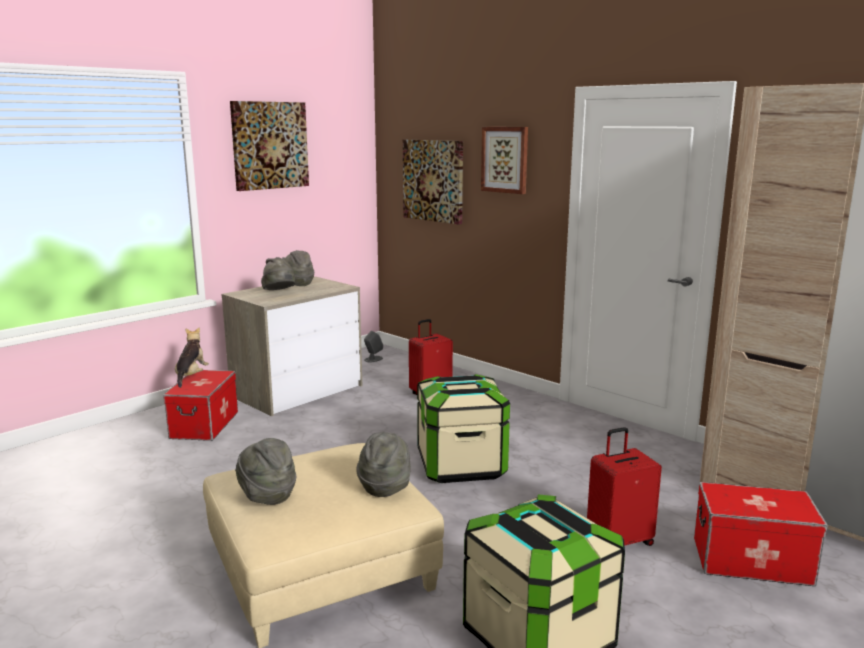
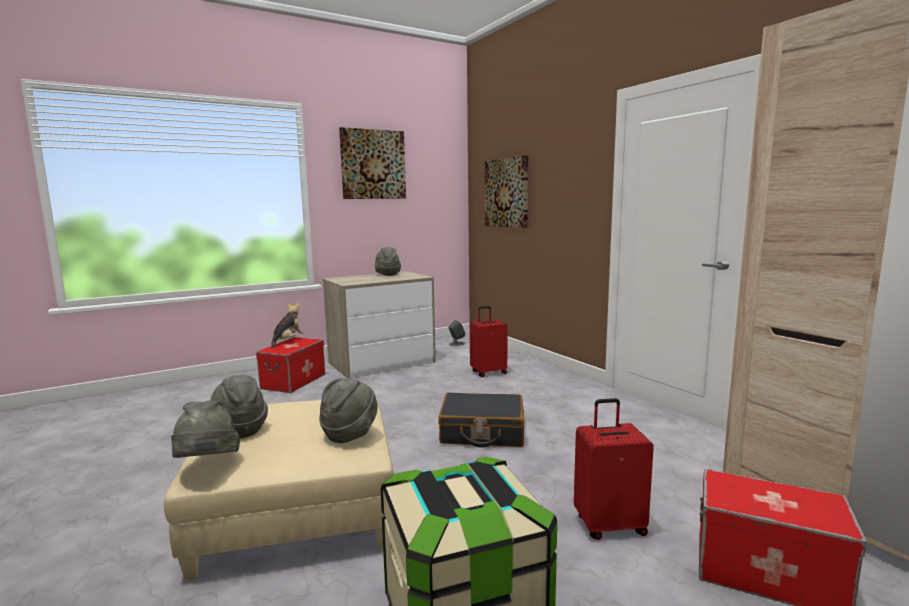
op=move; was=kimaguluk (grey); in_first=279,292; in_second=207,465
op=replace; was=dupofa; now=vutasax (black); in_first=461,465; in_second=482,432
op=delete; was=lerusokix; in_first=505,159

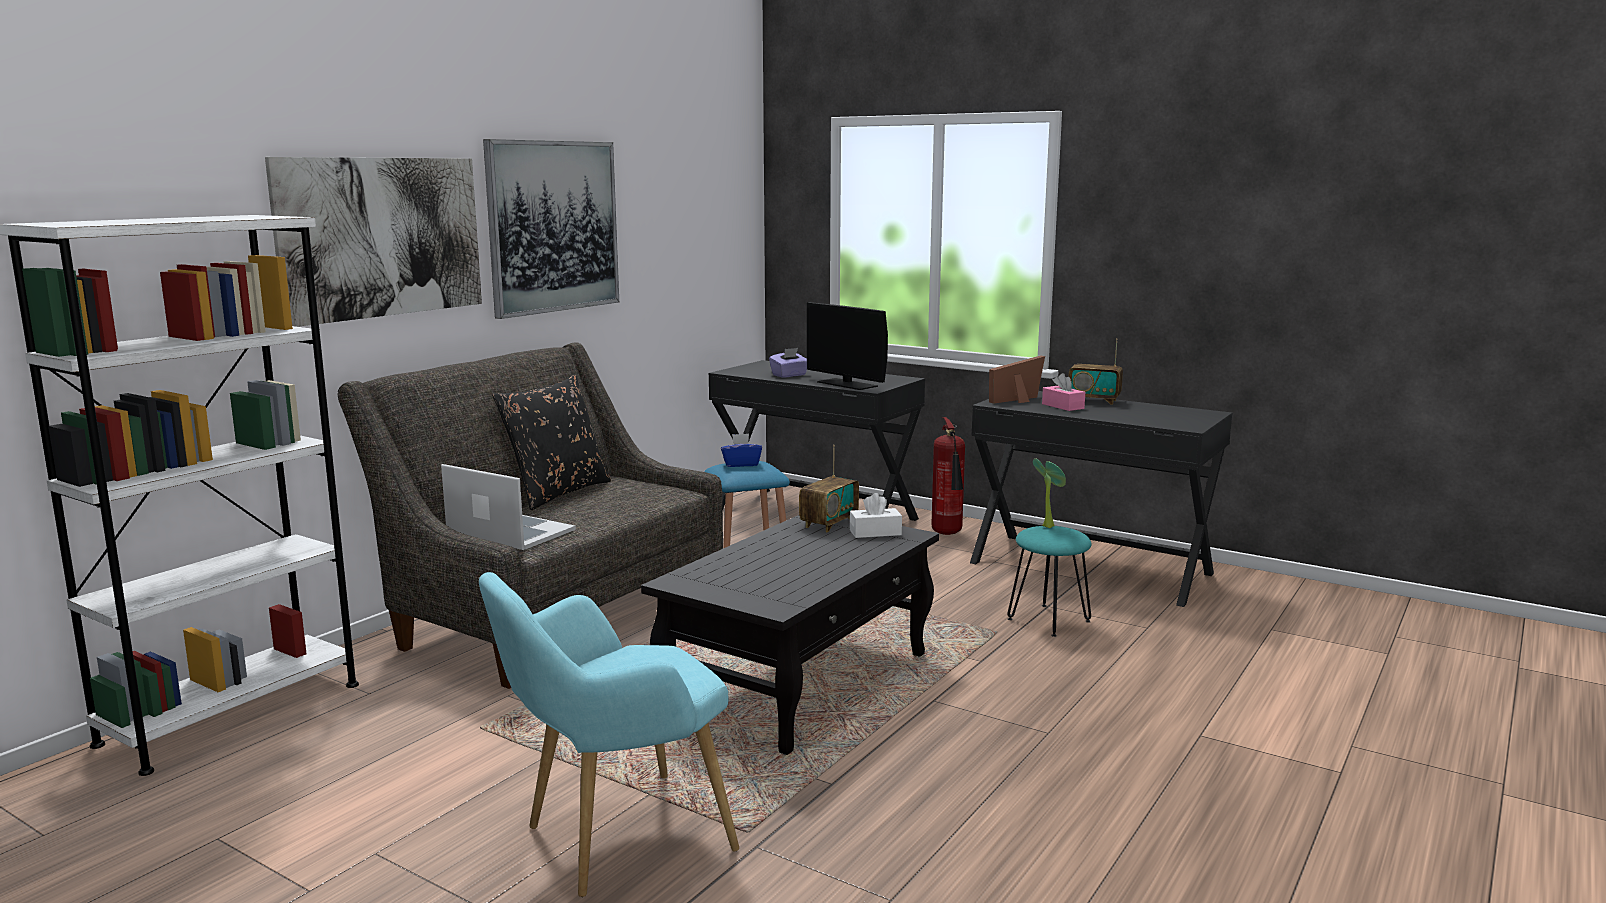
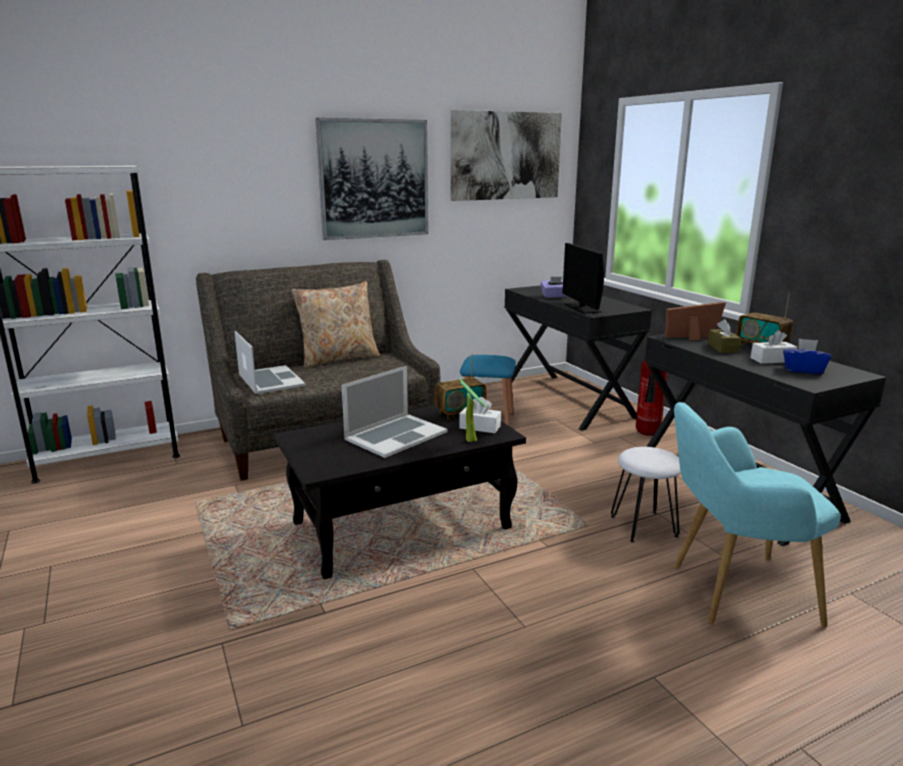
op=move; was=lerusokix; in_first=382,237; in_second=506,156
op=move; was=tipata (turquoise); in_first=615,840; in_second=732,592
op=recolor; was=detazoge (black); now=detazoge (beige); in_first=557,492; in_second=338,358
op=move; was=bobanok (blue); in_first=741,464; in_second=803,370
op=recolor; was=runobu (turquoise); now=runobu (white); in_first=1048,620; in_second=643,526
op=move; was=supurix; in_first=1048,526; in_second=472,439
op=recolor; was=bobanok (pink); now=bobanok (brown); in_first=1063,406; in_second=722,348
op=insert; now=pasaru; in_second=395,435
op=insert; now=bobanok (white); in_second=772,360

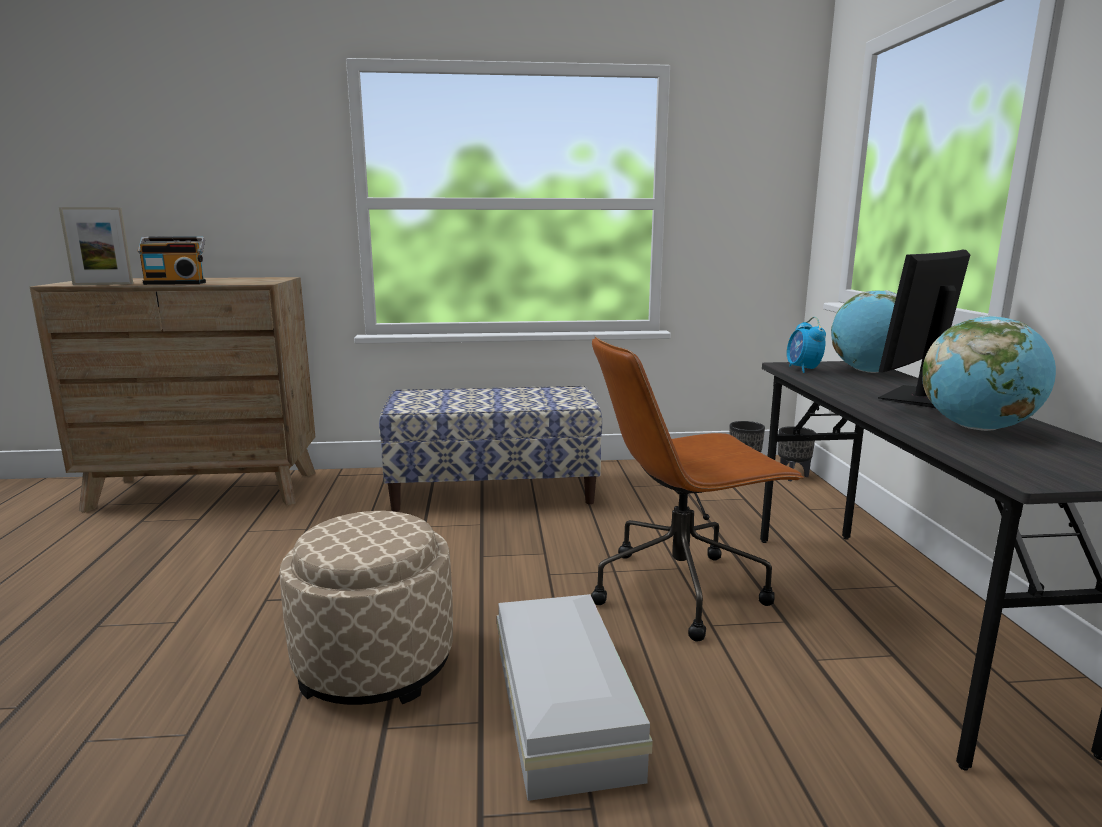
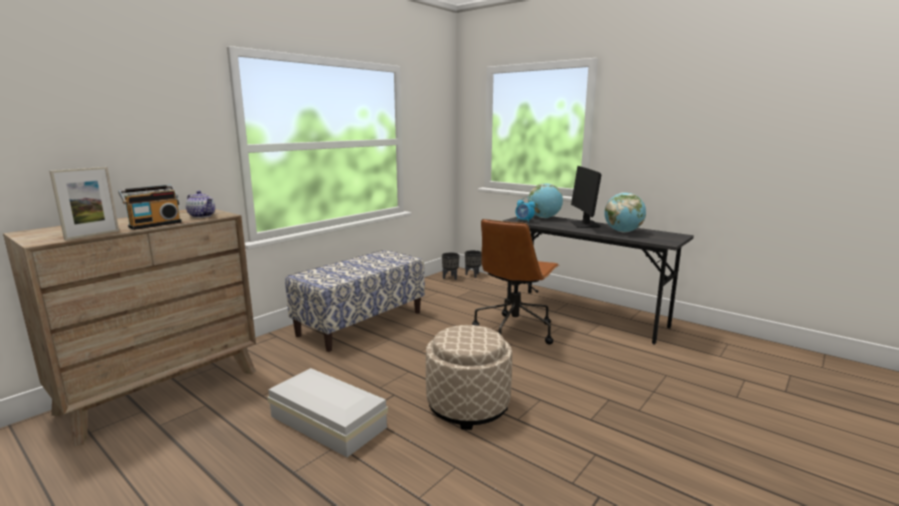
op=move; was=dupofa (white); in_first=561,711; in_second=328,423
op=insert; now=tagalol; in_second=202,216

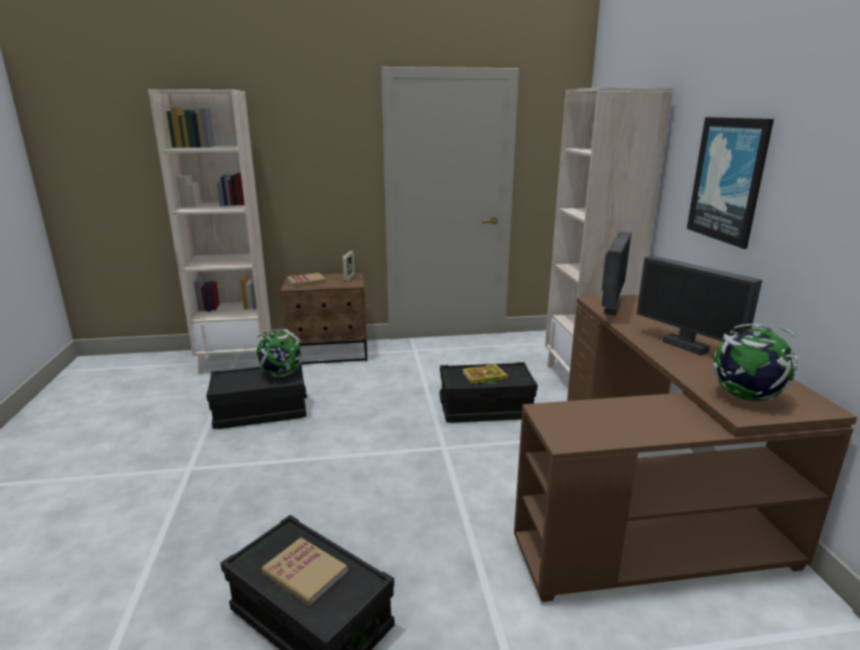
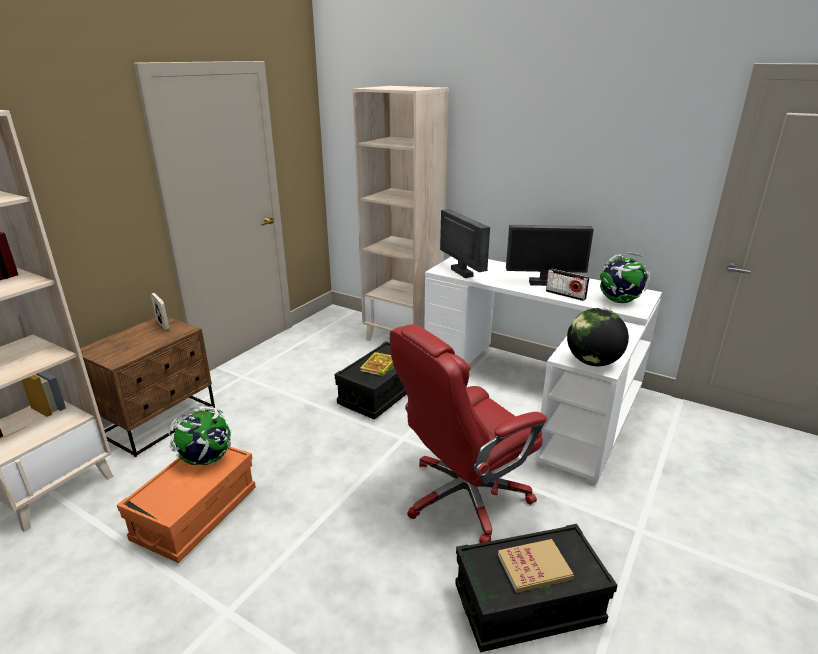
op=recolor; was=dupofa (black); now=dupofa (orange); in_first=261,411; in_second=196,514
op=delete; was=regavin; in_first=306,282
op=recolor; was=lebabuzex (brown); now=lebabuzex (white); in_first=648,491; in_second=540,391
op=delete; was=lerusokix; in_first=728,180
op=insert; now=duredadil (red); in_second=463,497
op=insert; now=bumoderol; in_second=565,295
op=insert; now=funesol; in_second=593,362

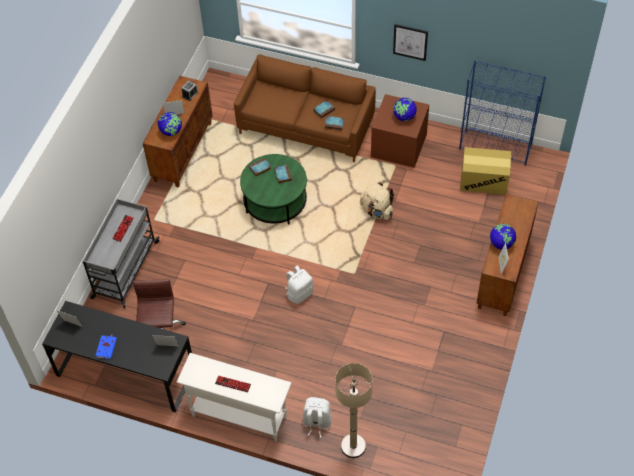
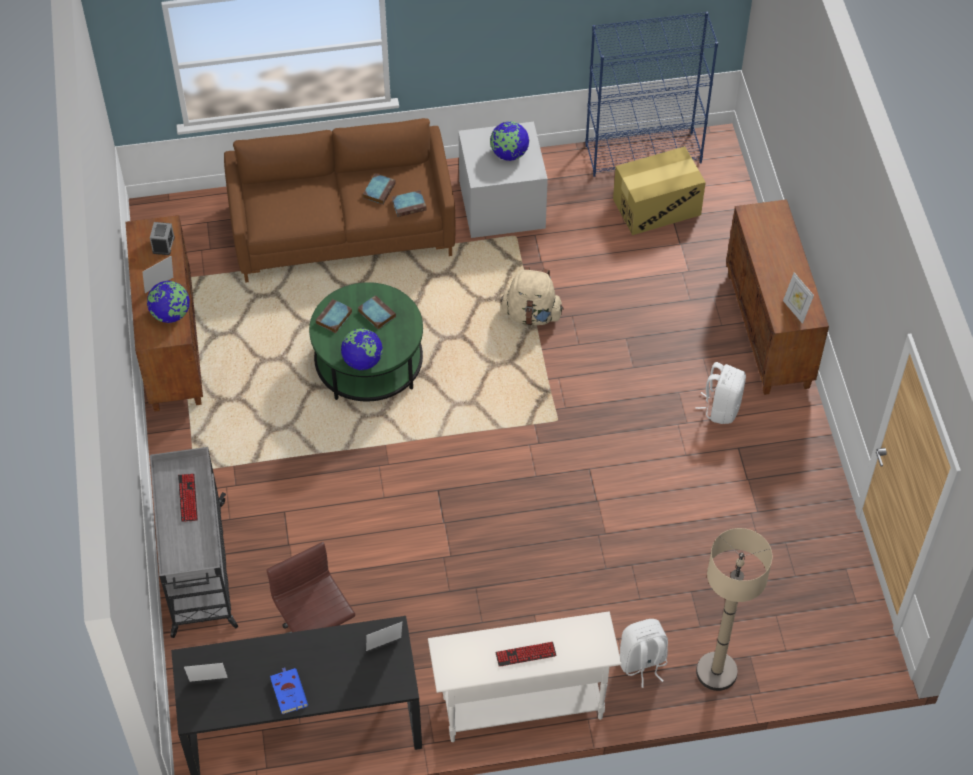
op=move; was=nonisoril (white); in_first=299,293; in_second=721,407
op=recolor; was=dupofa (brown); now=dupofa (grey); in_first=399,146; in_second=503,205
op=delete; was=lerusokix; in_first=410,42
op=move; was=funesol; in_first=501,244; in_second=362,361

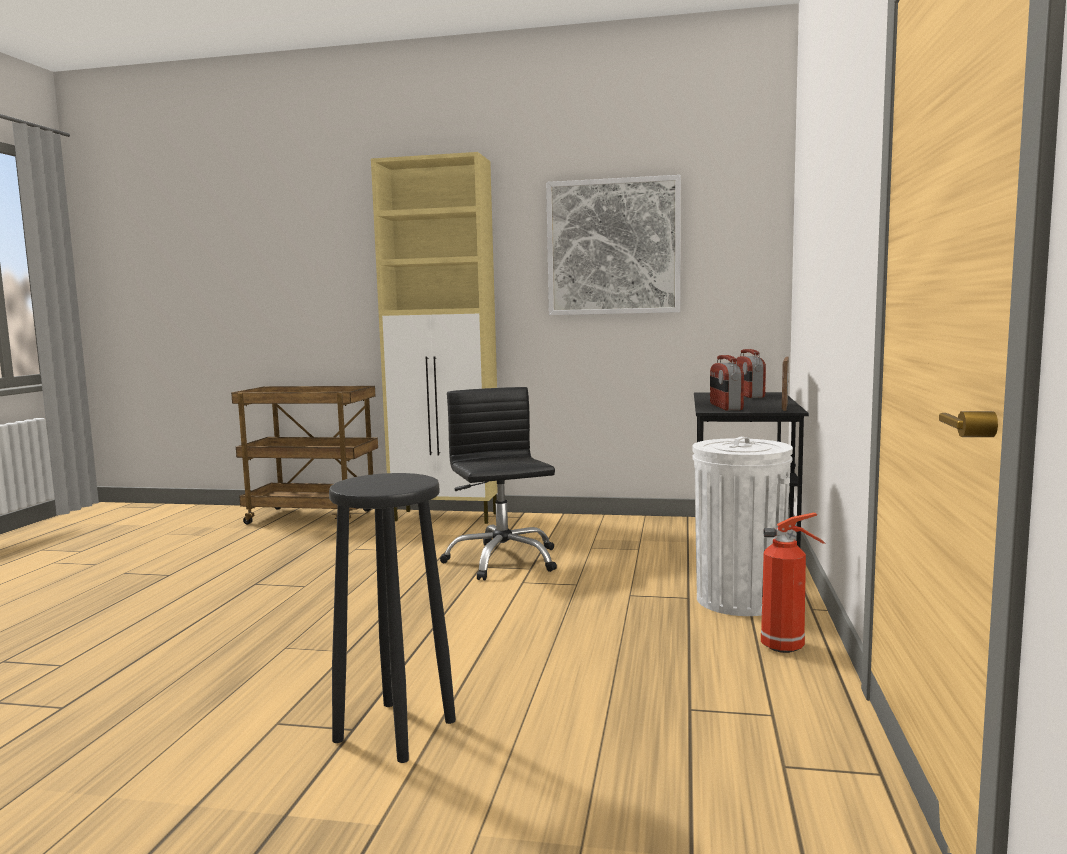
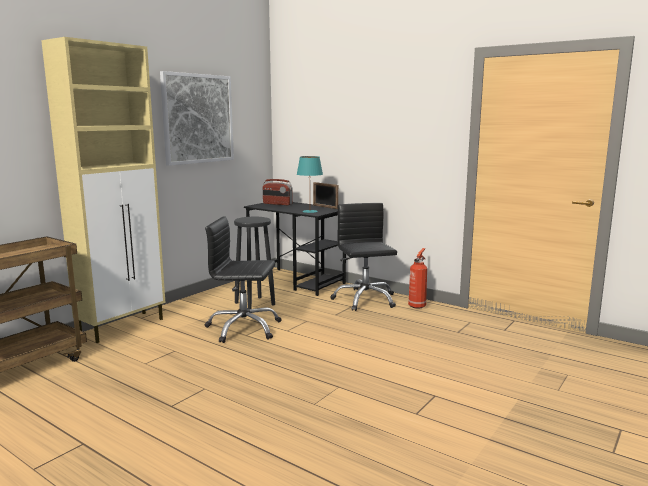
op=move; was=runobu (black); in_first=396,730; in_second=254,303
op=replace; was=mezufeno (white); now=duredadil (black); in_first=739,600; in_second=364,300
op=replace; was=bumoderol; now=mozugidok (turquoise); in_first=725,407; in_second=310,211

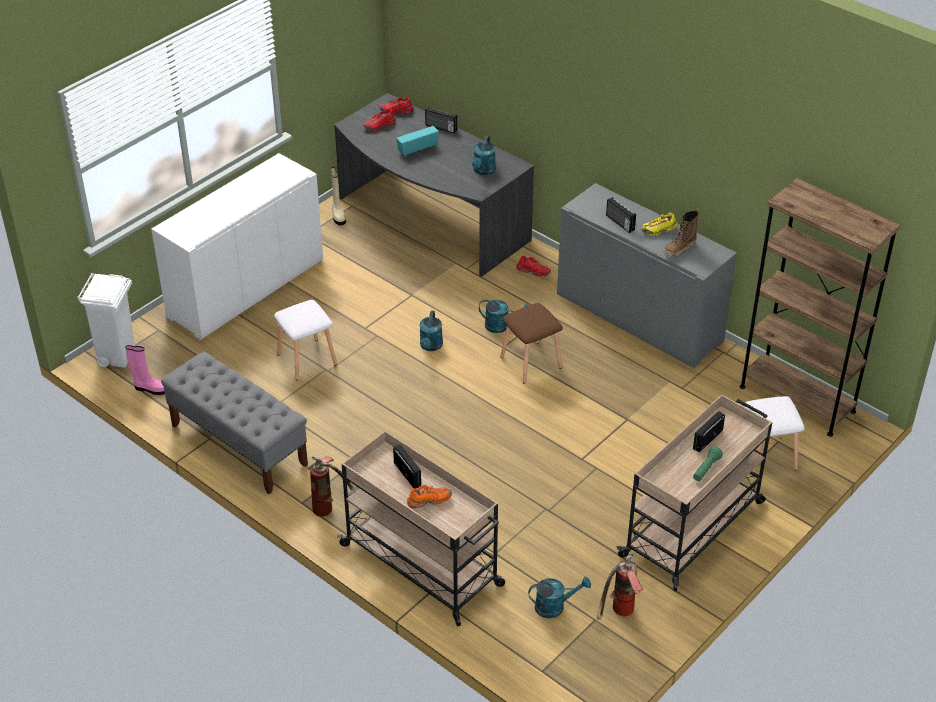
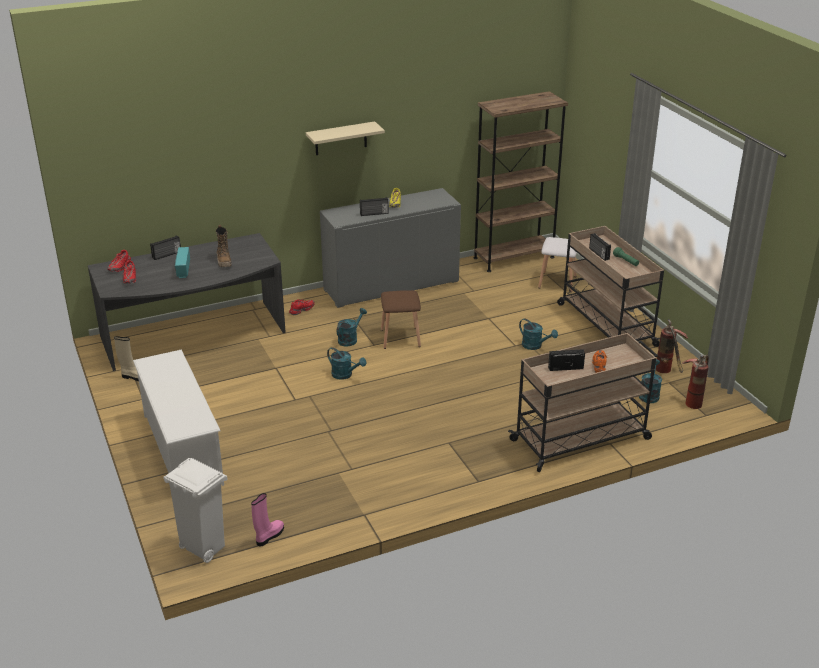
op=replace; was=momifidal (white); now=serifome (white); in_first=246,288; in_second=182,448
op=delete; was=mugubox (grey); in_first=238,445
op=delete; was=runobu (white); in_first=306,359
op=move; was=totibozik; in_first=330,507; in_second=693,400
op=move; was=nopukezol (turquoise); in_first=483,171; in_second=535,346
op=move; was=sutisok; in_first=679,250; in_second=224,261
op=insert; now=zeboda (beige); in_second=341,138

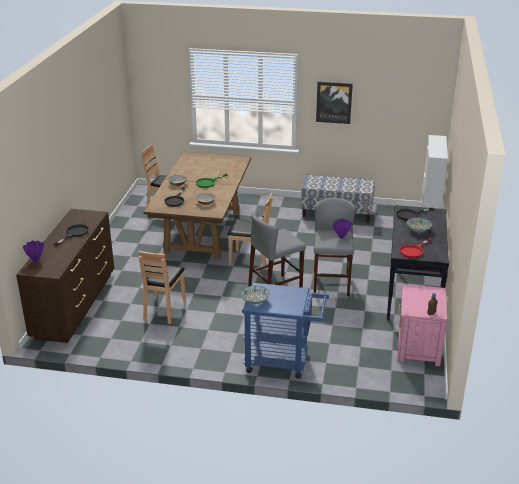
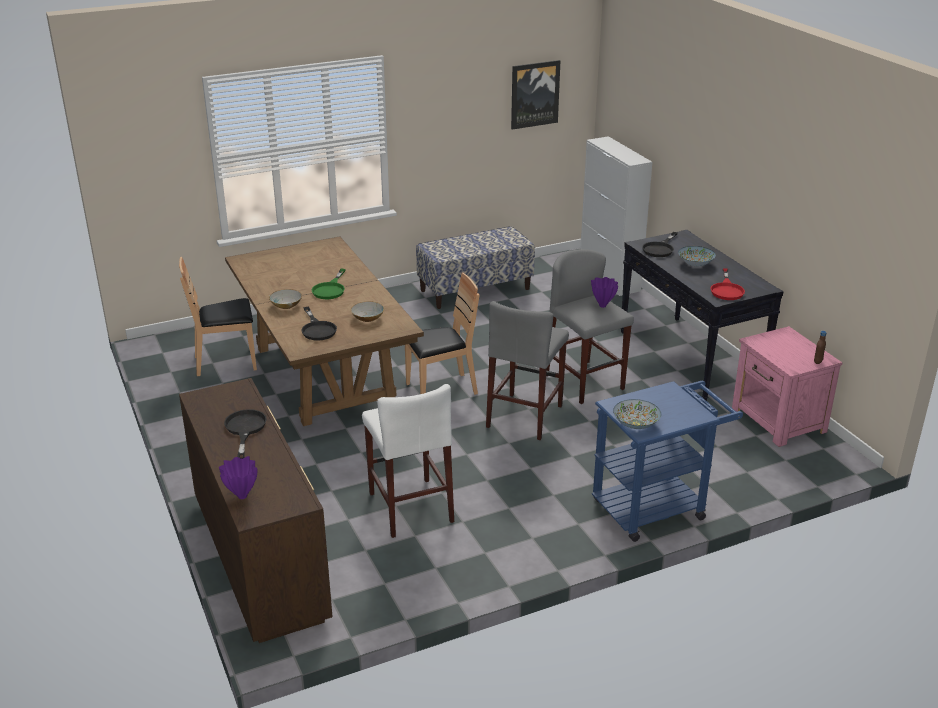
op=replace; was=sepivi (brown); now=runobu (white); in_first=164,310; in_second=410,507
op=move; was=lerusokix; in_first=334,102; in_second=534,94

